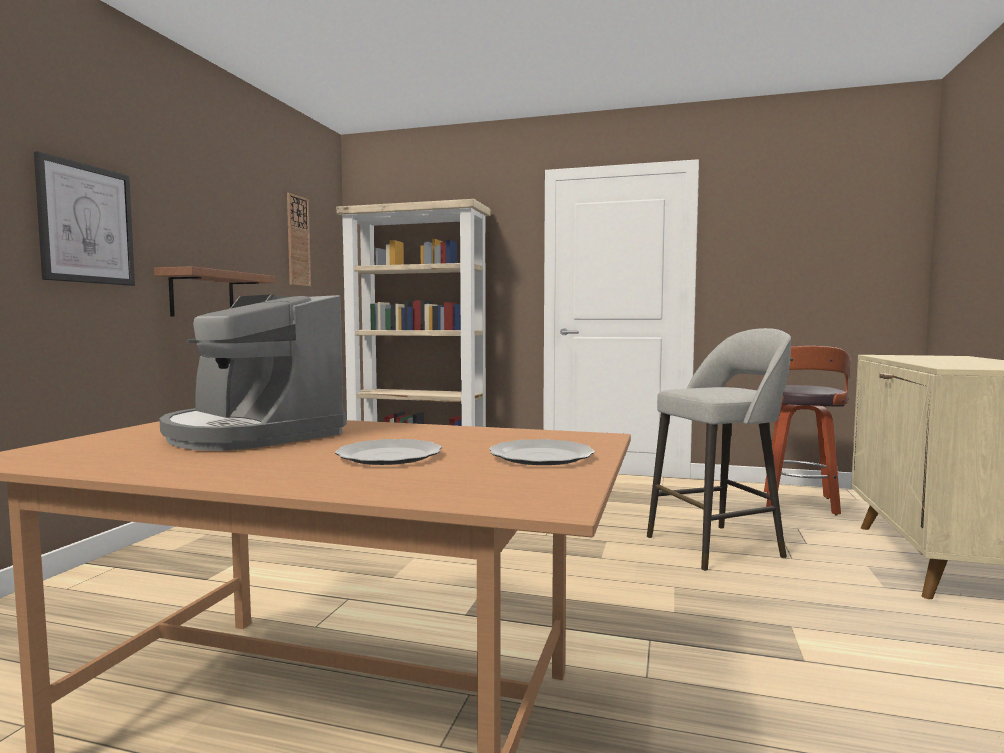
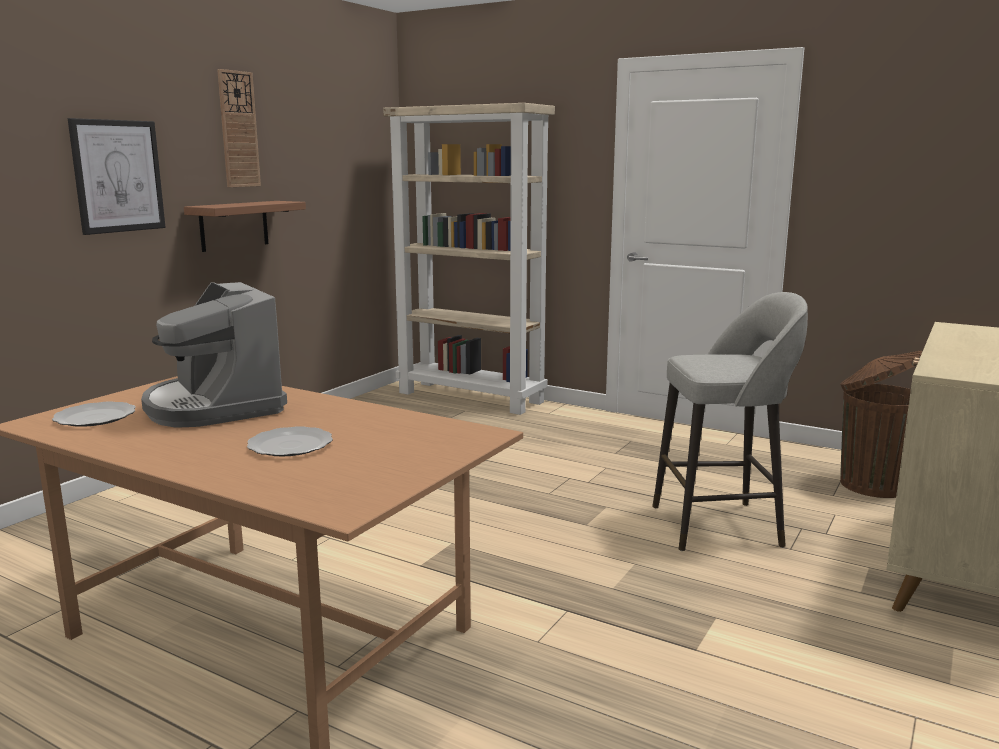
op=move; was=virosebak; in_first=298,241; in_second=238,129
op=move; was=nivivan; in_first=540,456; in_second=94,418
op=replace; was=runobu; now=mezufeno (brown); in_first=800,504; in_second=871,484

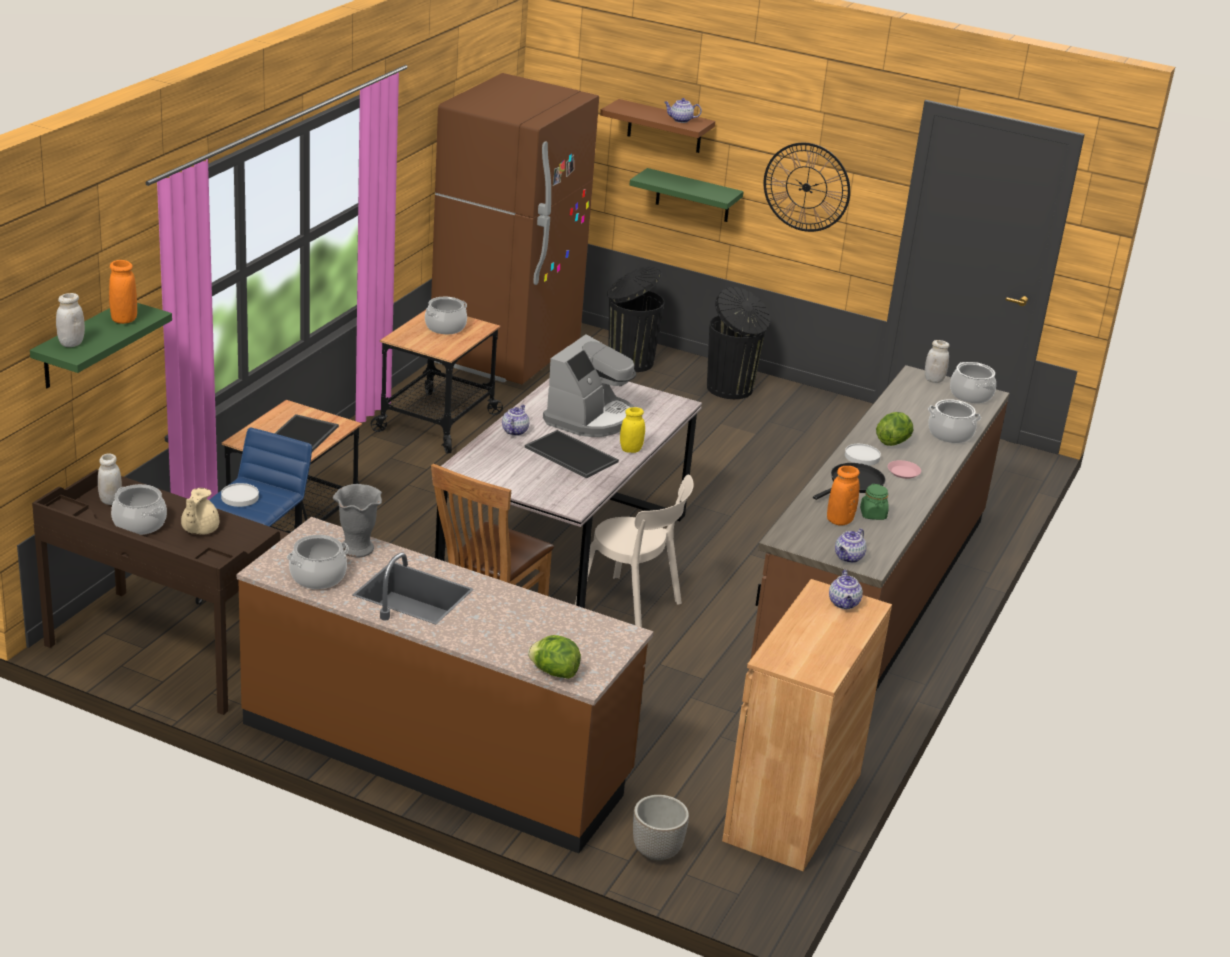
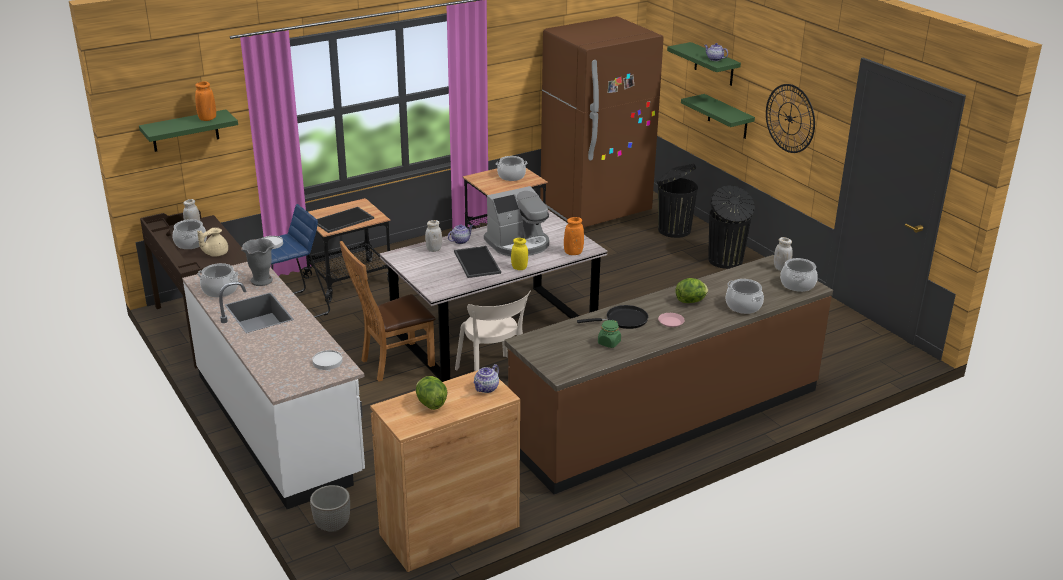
op=move; was=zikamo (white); in_first=71,343; in_second=434,249
op=recolor; was=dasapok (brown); now=dasapok (white); in_first=437,752; in_second=279,424
op=move; was=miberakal; in_first=554,672; in_second=430,403
op=recolor; was=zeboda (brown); now=zeboda (green); in_first=664,127; in_second=714,64
op=move; was=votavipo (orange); in_first=839,521; in_second=573,253
op=delete; was=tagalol; in_first=848,558
op=move; was=nivivan (white); in_first=862,457; in_second=327,362

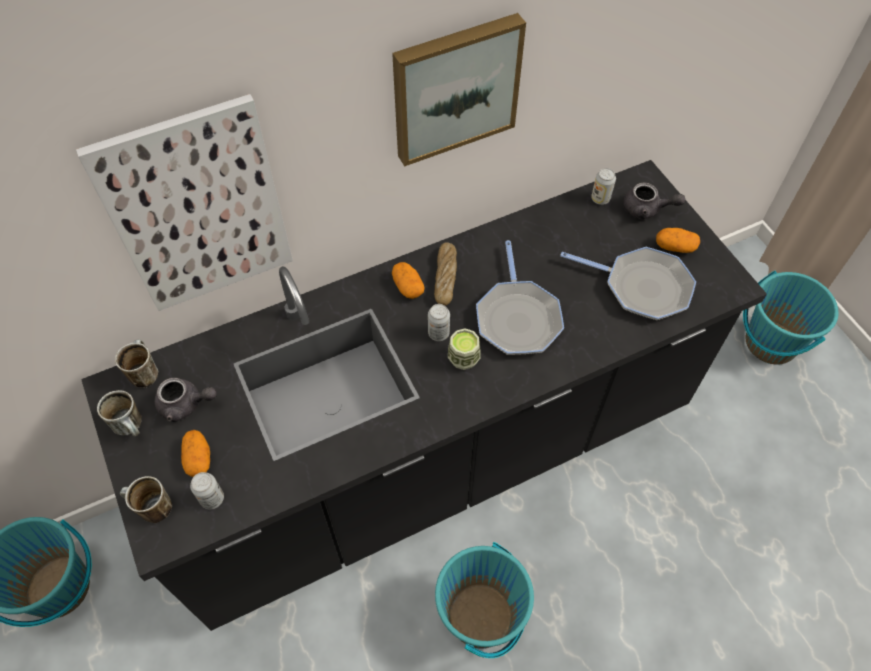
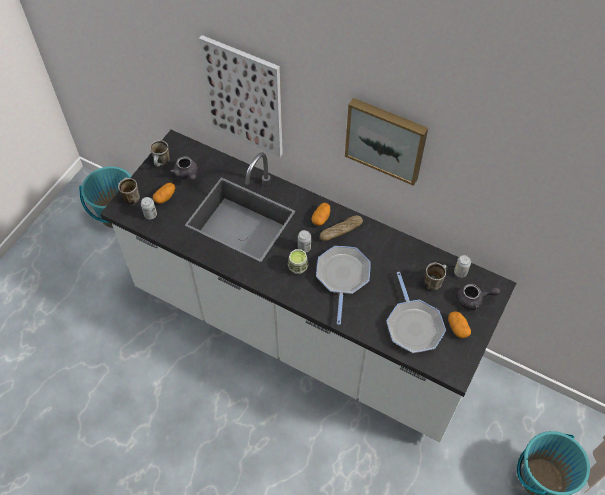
op=recolor; was=dasapok (black); now=dasapok (white); in_first=435,457; in_second=302,329
op=move; was=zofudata; in_first=144,373; in_second=434,281
op=delete; was=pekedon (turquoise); in_first=480,616
op=rotate; was=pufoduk; in_first=517,318; in_second=342,277; clockwise=135
op=rotate; was=tagalol (grey); in_first=646,209; in_second=473,300; clockwise=-75

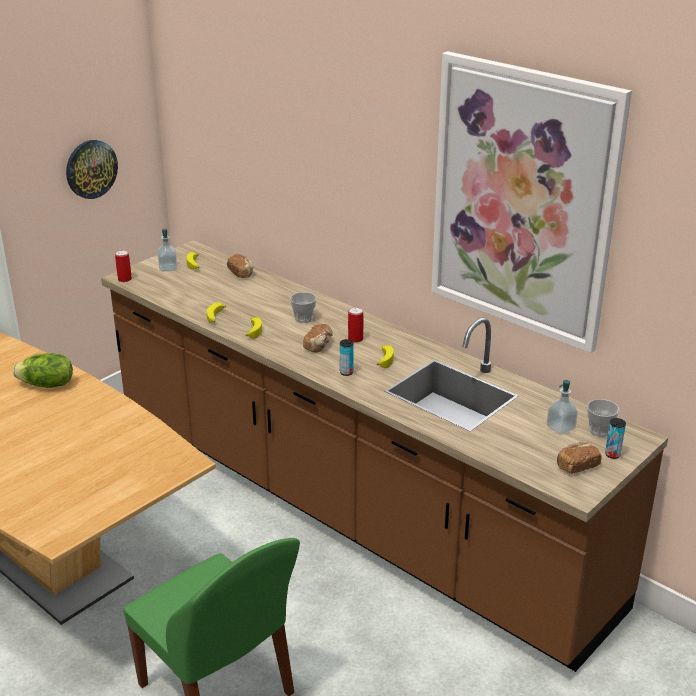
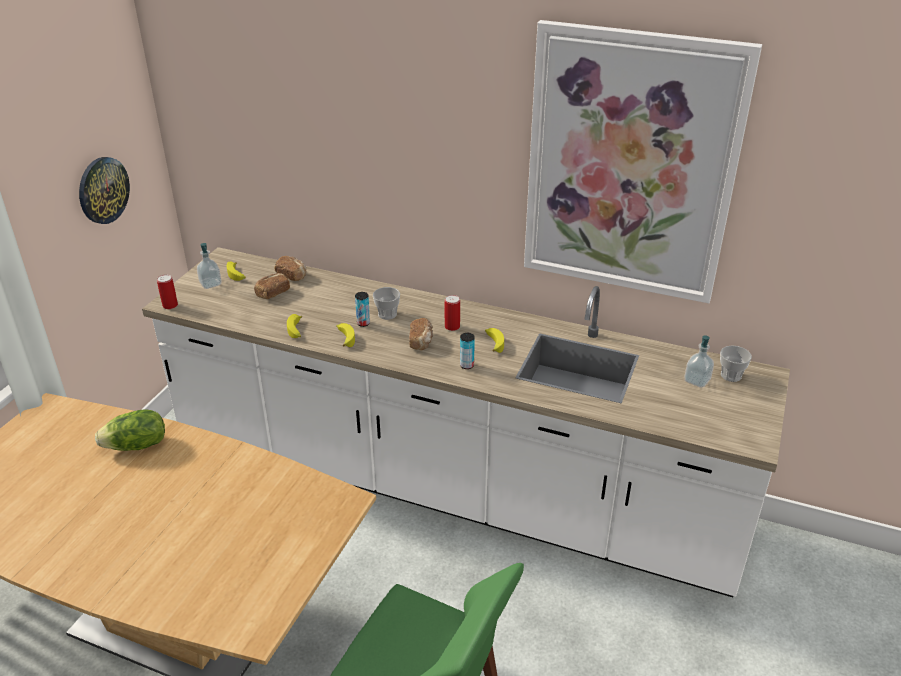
op=recolor; was=dasapok (brown); now=dasapok (white); in_first=348,506; in_second=450,486
op=move; was=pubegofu; in_first=577,466; in_second=272,293
op=move; was=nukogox; in_first=612,454; in_second=363,323

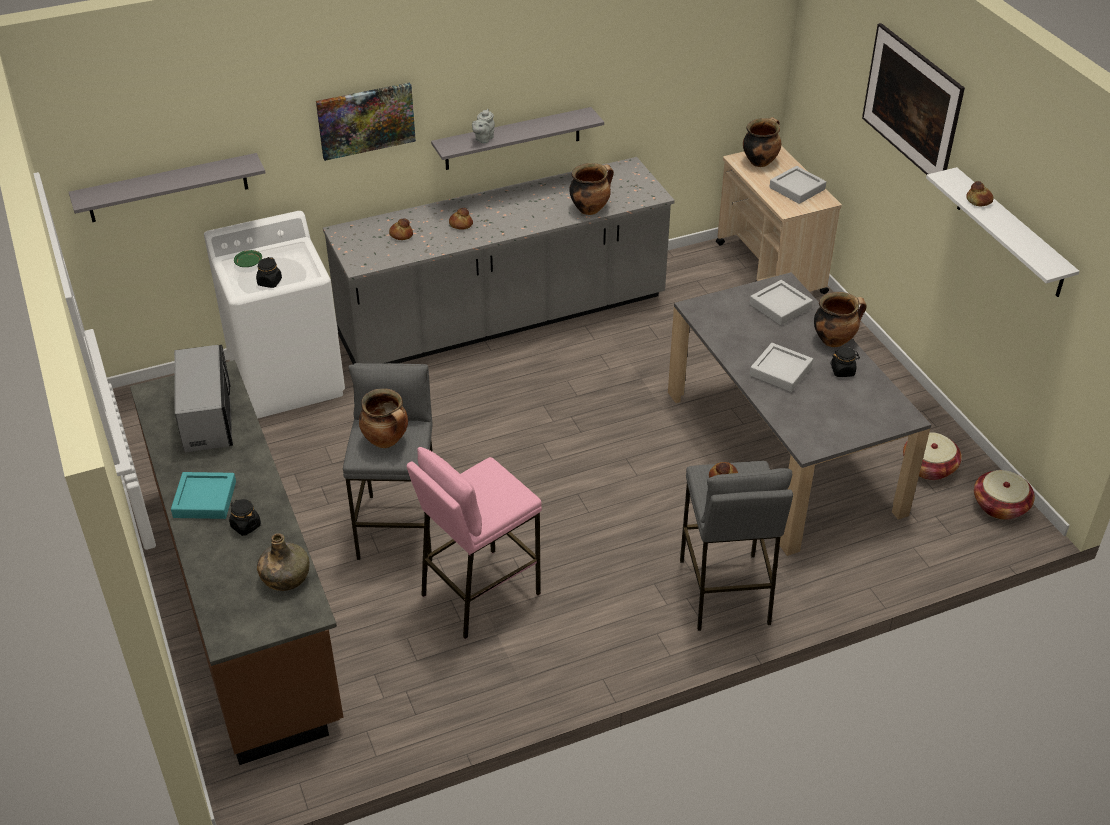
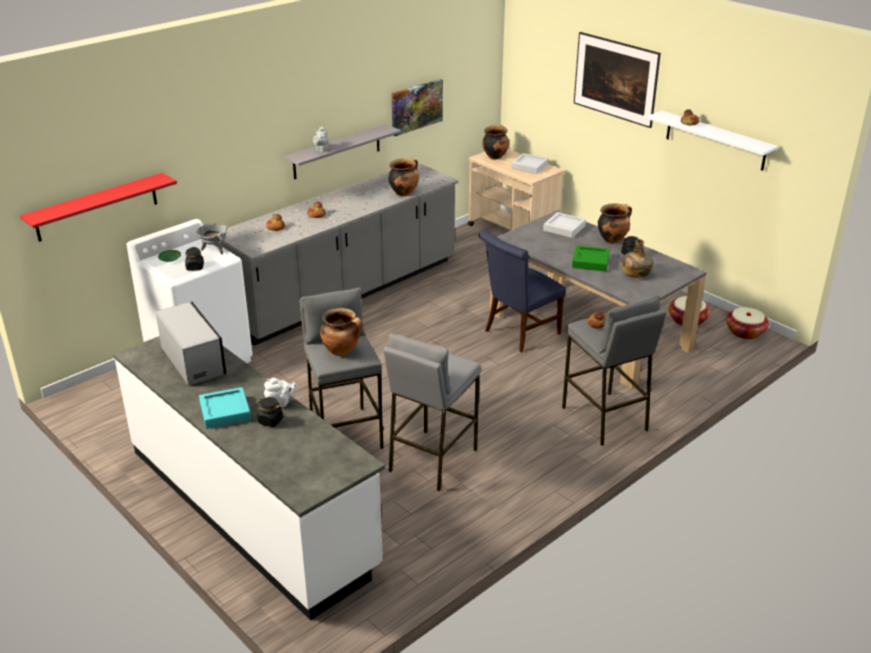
op=recolor; was=zeboda (grey); now=zeboda (red); in_first=167,188; in_second=97,207
op=recolor; was=dasapok (brown); now=dasapok (white); in_first=247,600; in_second=251,507
op=move; was=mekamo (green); in_first=285,577; in_second=635,273
op=move; was=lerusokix; in_first=366,120; in_second=416,106
op=recolor; was=runobu (pink); now=runobu (grey); in_first=479,593; in_second=432,460
op=recolor; was=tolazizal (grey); now=tolazizal (green); in_first=780,371; in_second=590,262
op=insert; now=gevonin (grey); in_second=214,249
op=insert; now=tagalol (white); in_second=280,404
op=insert; now=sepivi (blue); in_second=518,333

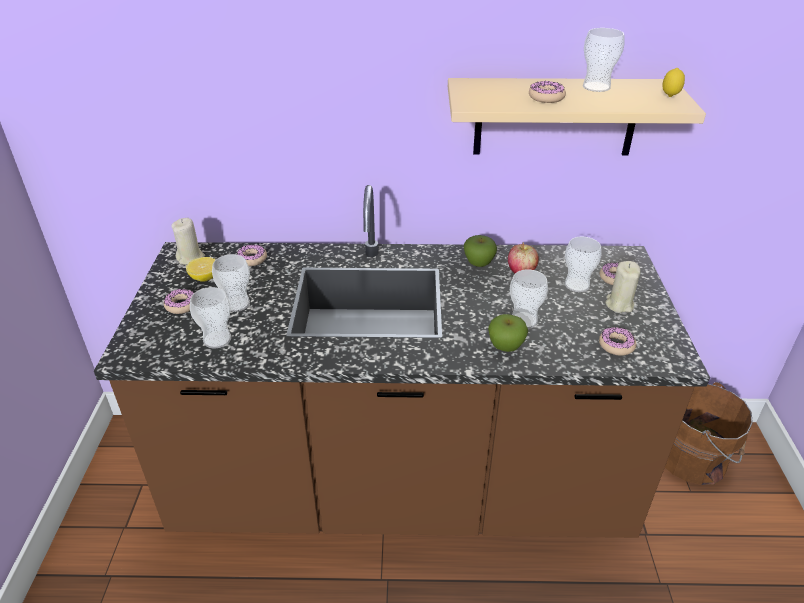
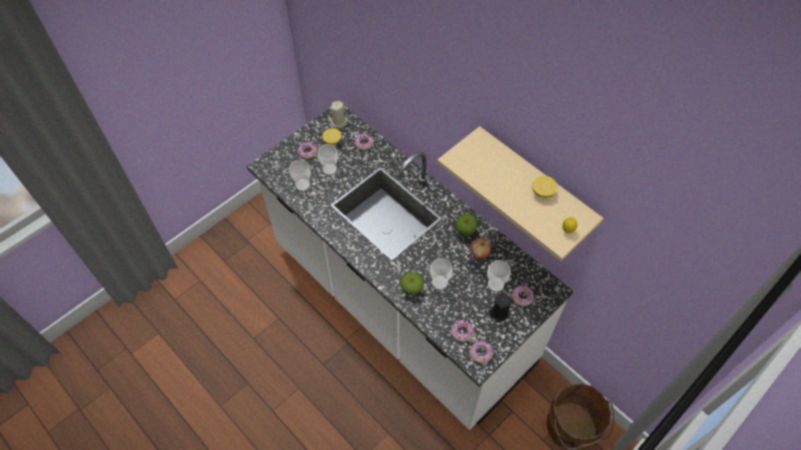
op=recolor; was=dasapok (brown); now=dasapok (white); in_first=402,487; in_second=400,305
op=move; was=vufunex; in_first=546,97; in_second=481,353
op=replace; was=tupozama; now=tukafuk; in_first=596,87; in_second=542,192
op=recolor; was=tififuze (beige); now=tififuze (black); in_first=619,304; in_second=499,313

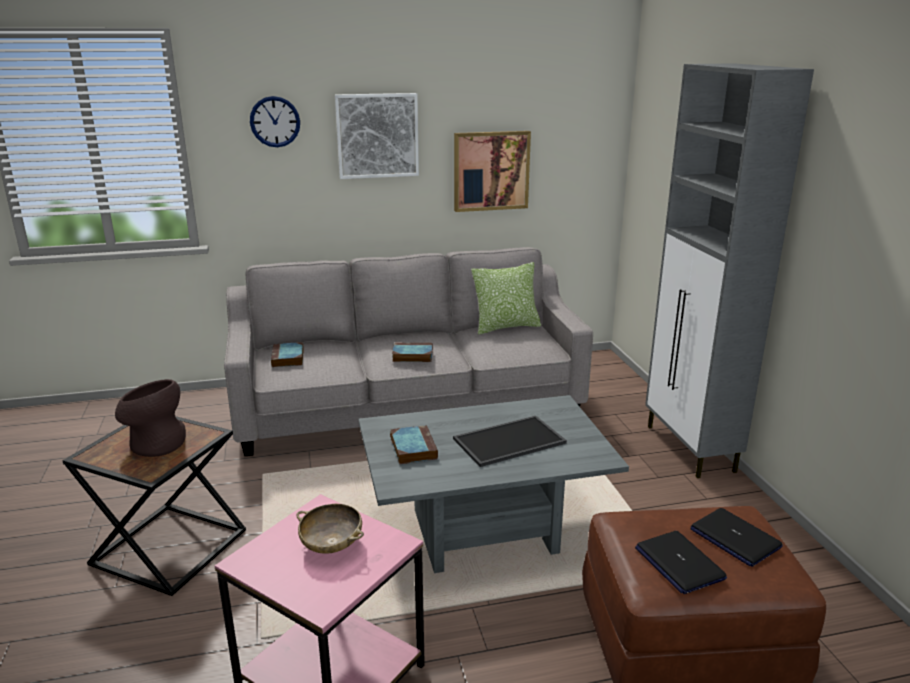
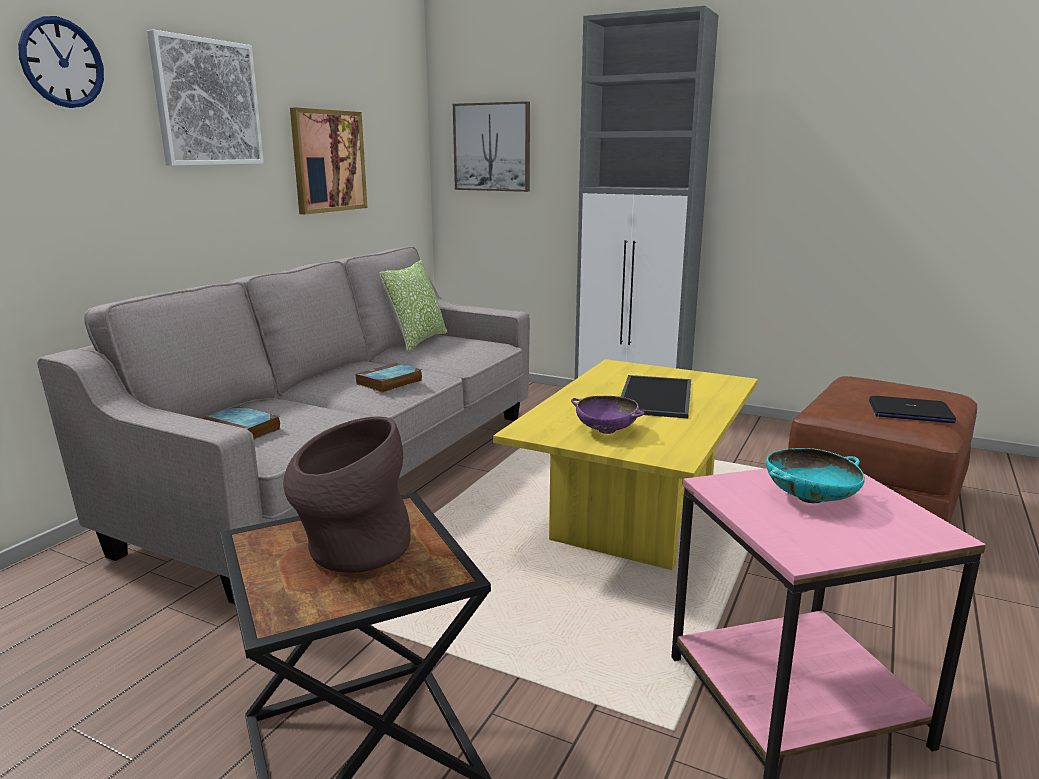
op=recolor; was=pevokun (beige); now=pevokun (turquoise); in_first=331,545; in_second=810,499
op=recolor; was=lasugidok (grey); now=lasugidok (yellow); in_first=484,531; in_second=633,521
op=replace; was=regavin; now=pevokun (purple); in_first=412,448; in_second=606,431
op=delete; was=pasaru; in_first=734,538
op=insert; now=lerusokix; in_second=492,147

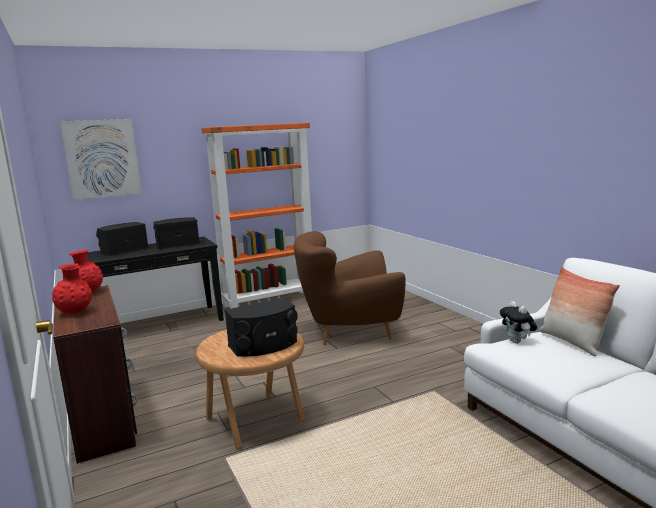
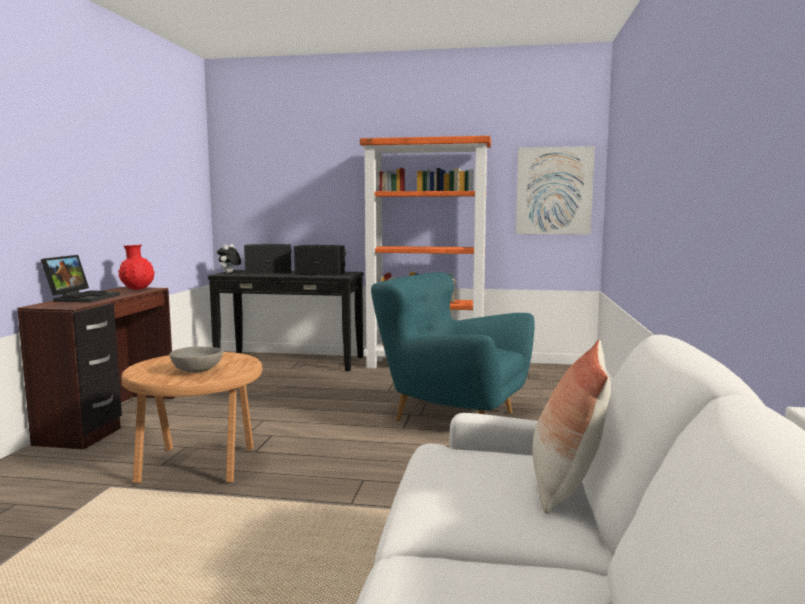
op=replace; was=votavipo (red); now=pasaru; in_first=75,312; in_second=83,298
op=move; was=lerusokix; in_first=102,159; in_second=554,191
op=replace; was=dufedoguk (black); now=pevokun (grey); in_first=264,345; in_second=198,370
op=recolor; was=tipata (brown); now=tipata (turquoise); in_first=350,331; in_second=451,416
op=move; was=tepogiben; in_first=517,342; in_second=229,273

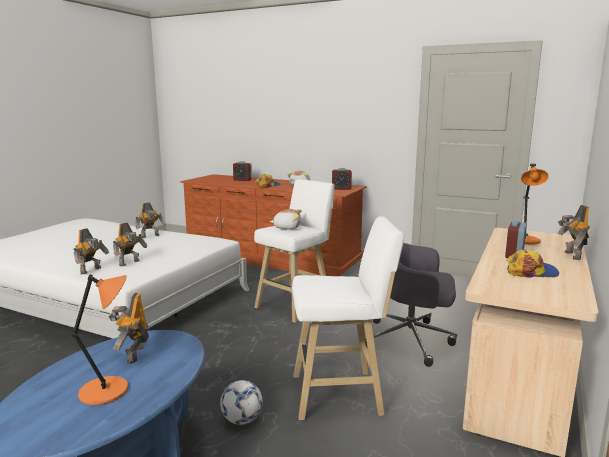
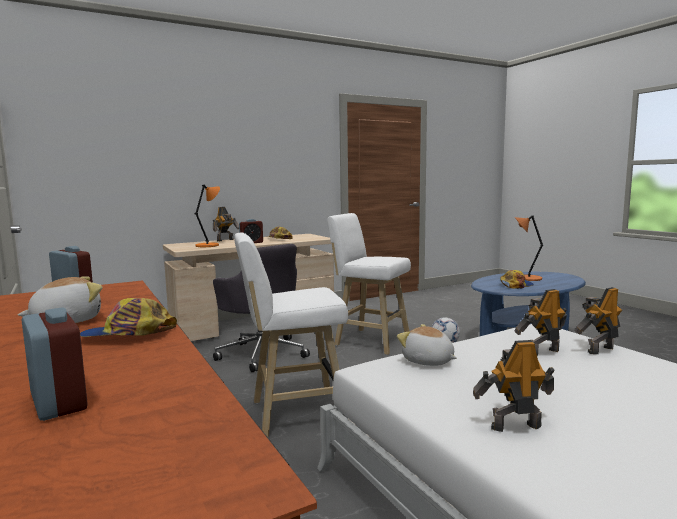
op=replace; was=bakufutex; now=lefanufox; in_first=133,355; in_second=516,285
op=move; was=tepogiben; in_first=287,228; in_second=428,361

